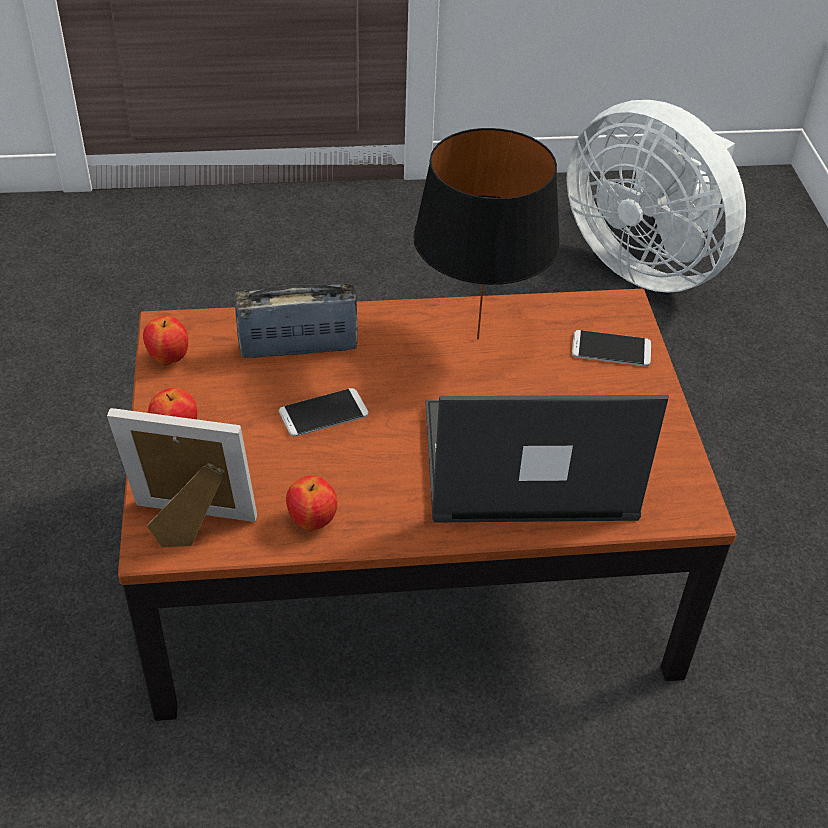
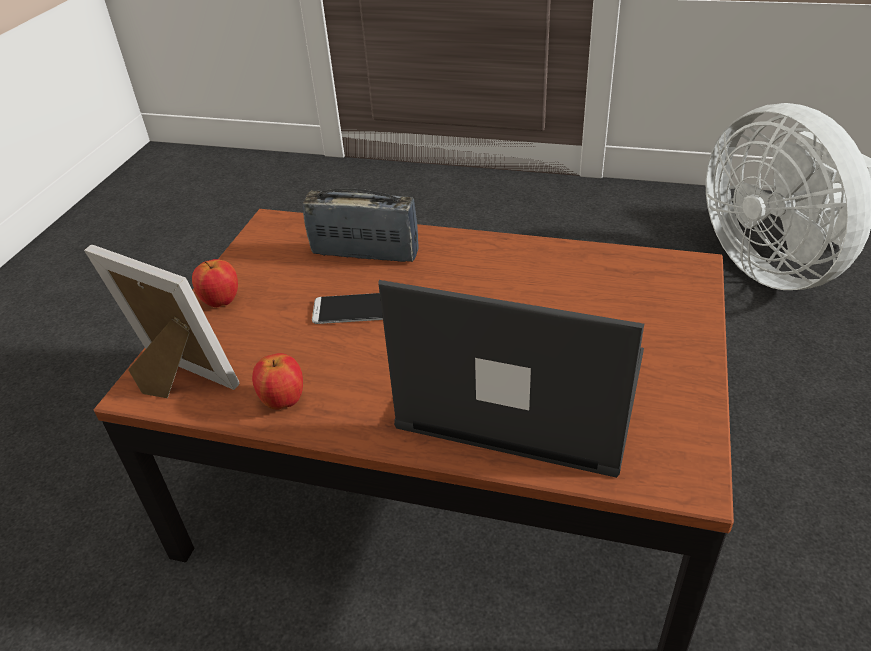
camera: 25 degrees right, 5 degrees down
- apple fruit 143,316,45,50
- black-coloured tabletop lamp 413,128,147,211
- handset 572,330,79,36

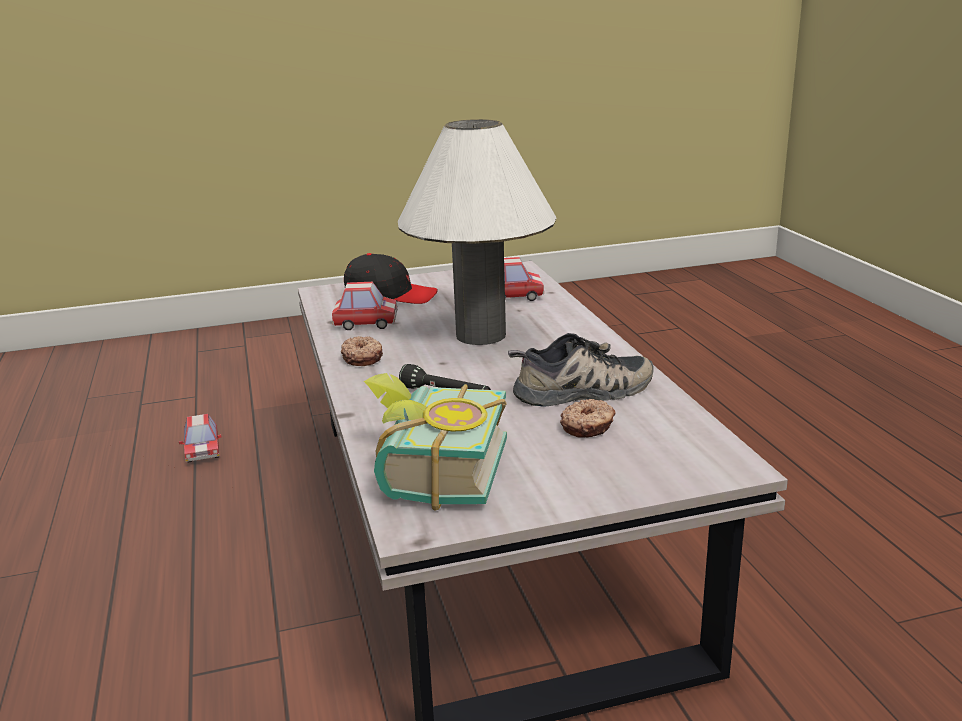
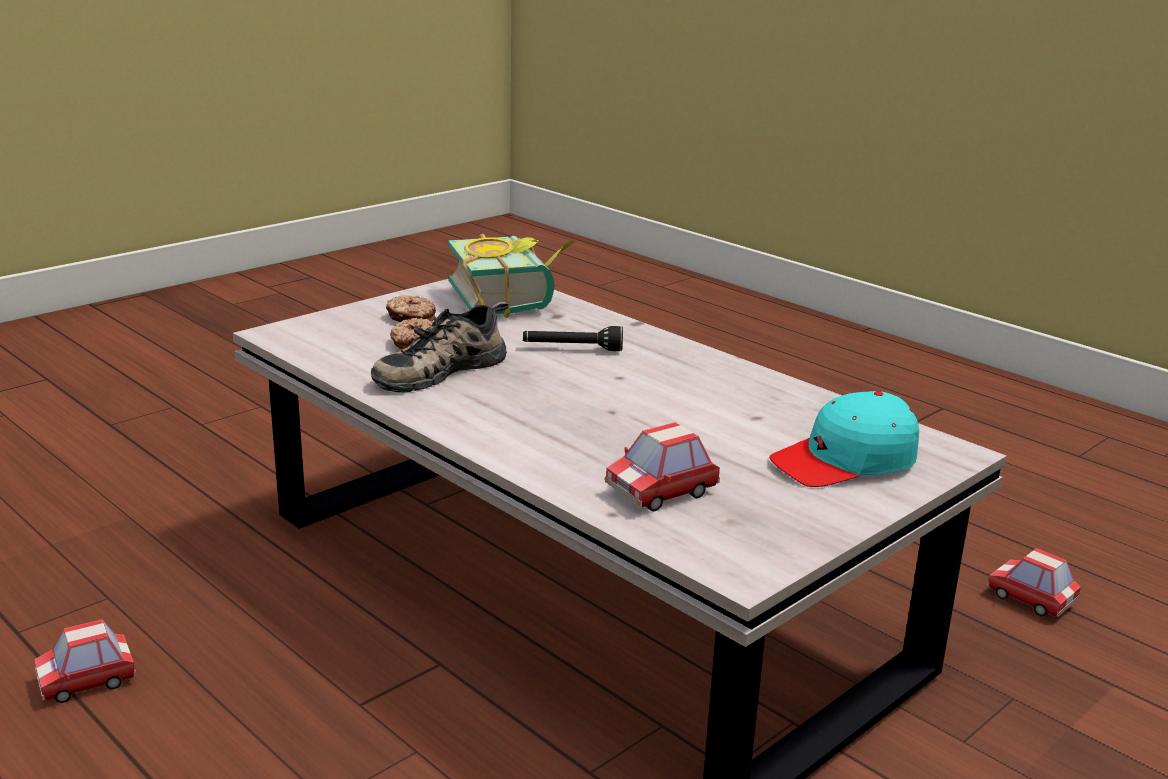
camera: 150 degrees right, 0 degrees up
~ model car 332,282,65,48 to 34,619,102,84
~ ring doughnut 341,336,42,30 to 386,295,50,27
~ black-coloured baseball cap 344,253,94,51 to turquoise-coloured baseball cap 769,391,150,96
- whitish tabletop lamp 398,119,159,226

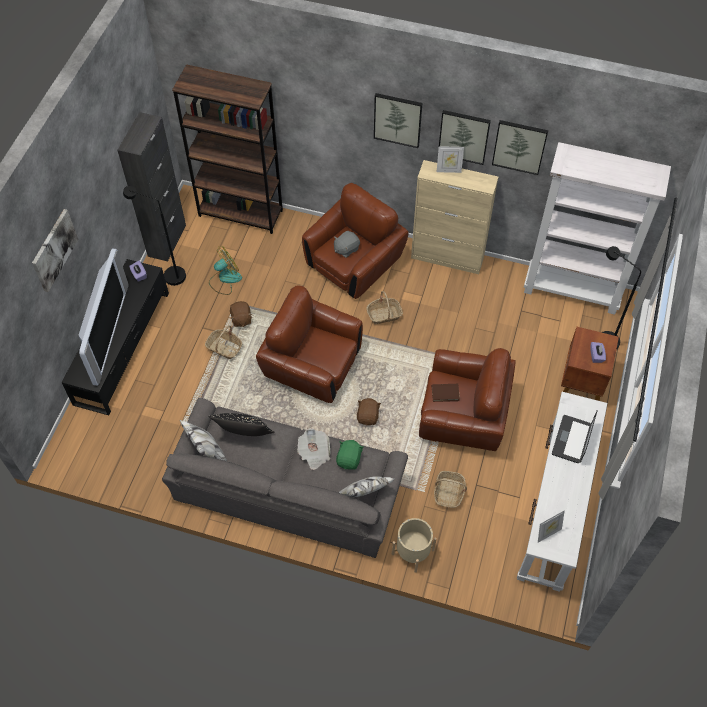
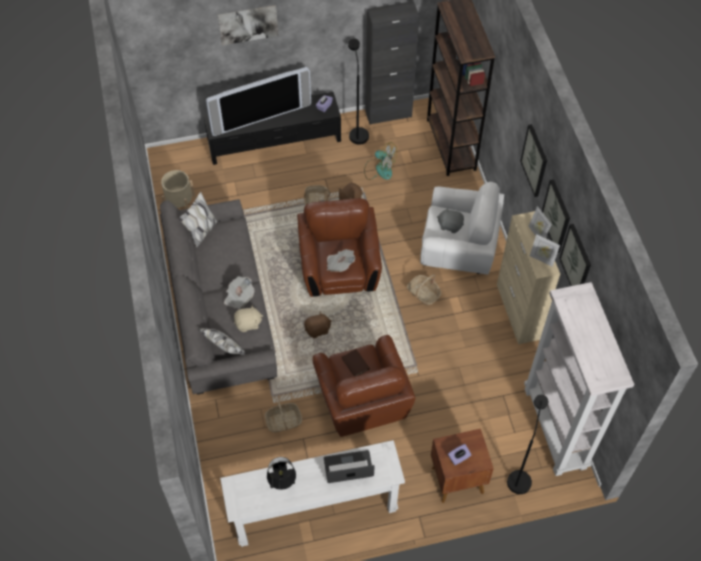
camera: 60 degrees right, 0 degrees up
~ sand-coloured plant pot 392,518,45,55 to 161,170,34,39
~ greenish cuddly toy 336,440,28,30 to sand-coloured cuddly toy 234,306,29,26
+ black-coloured tabletop lamp 267,457,29,33
+ daily paper 327,249,28,23
~ brown-coloured easy chair 302,183,107,116 to whitish easy chair 420,182,84,93
~ standing frame 538,510,27,33 to 530,234,30,33
- black-coloured pillow 208,413,67,23

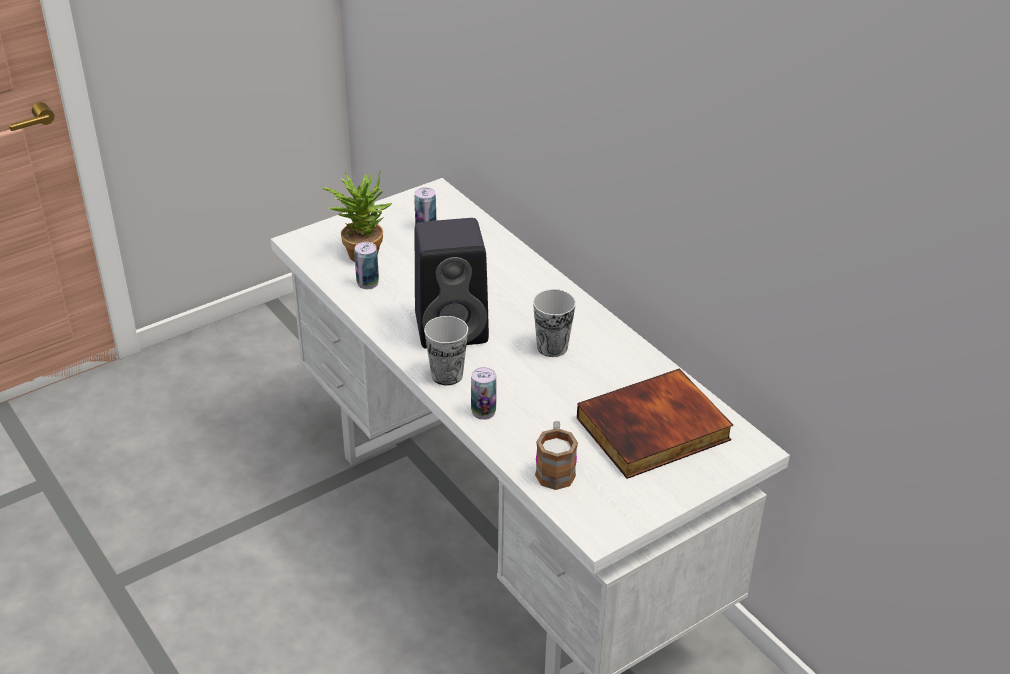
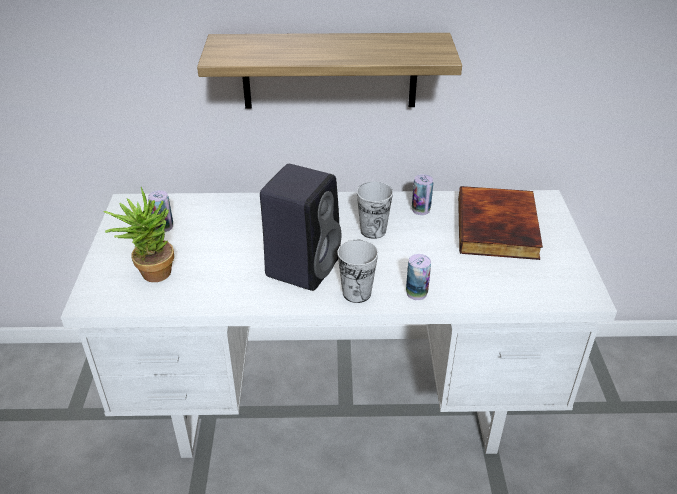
camera: 55 degrees left, 0 degrees up
+ shelf 197,33,265,75
~ sealed can 354,242,25,47 to 412,174,21,41
- coffee mug 535,421,43,69

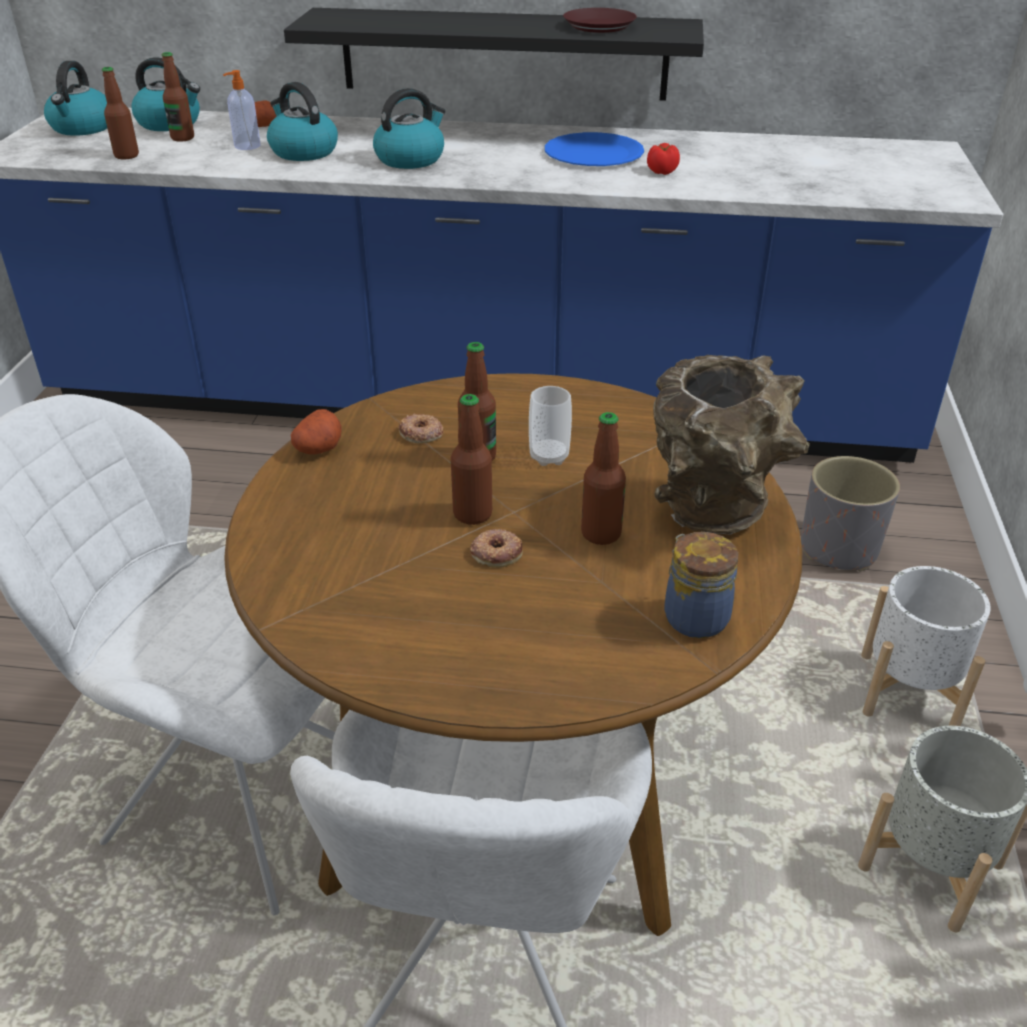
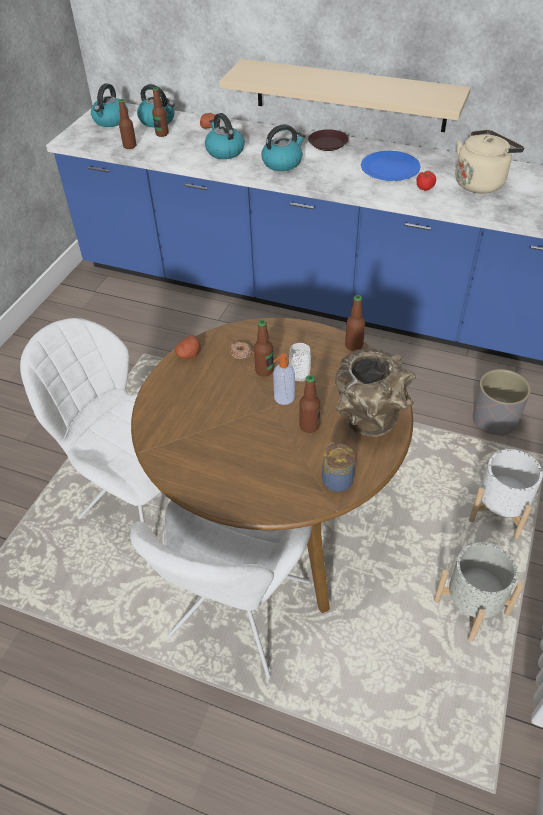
camera: 15 degrees right, 10 degrees up
~ black-coloured shelf 284,8,420,93 to sand-coloured shelf 219,59,252,73
~ liquid soap bottle 223,70,38,80 to 273,353,22,52
~ brown-coloured dinner plate 563,8,74,25 to 308,129,41,22
~ drink bottle 451,394,41,131 to 345,295,20,56
+ sand-coloured water kettle 455,129,70,64
- ring doughnut 470,528,53,40

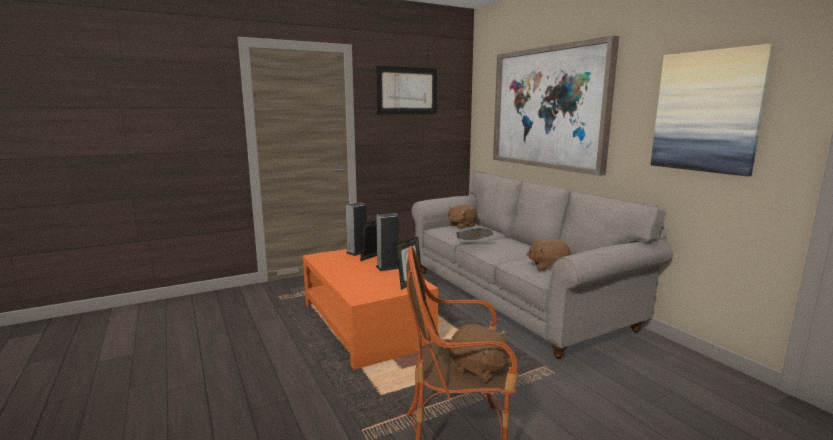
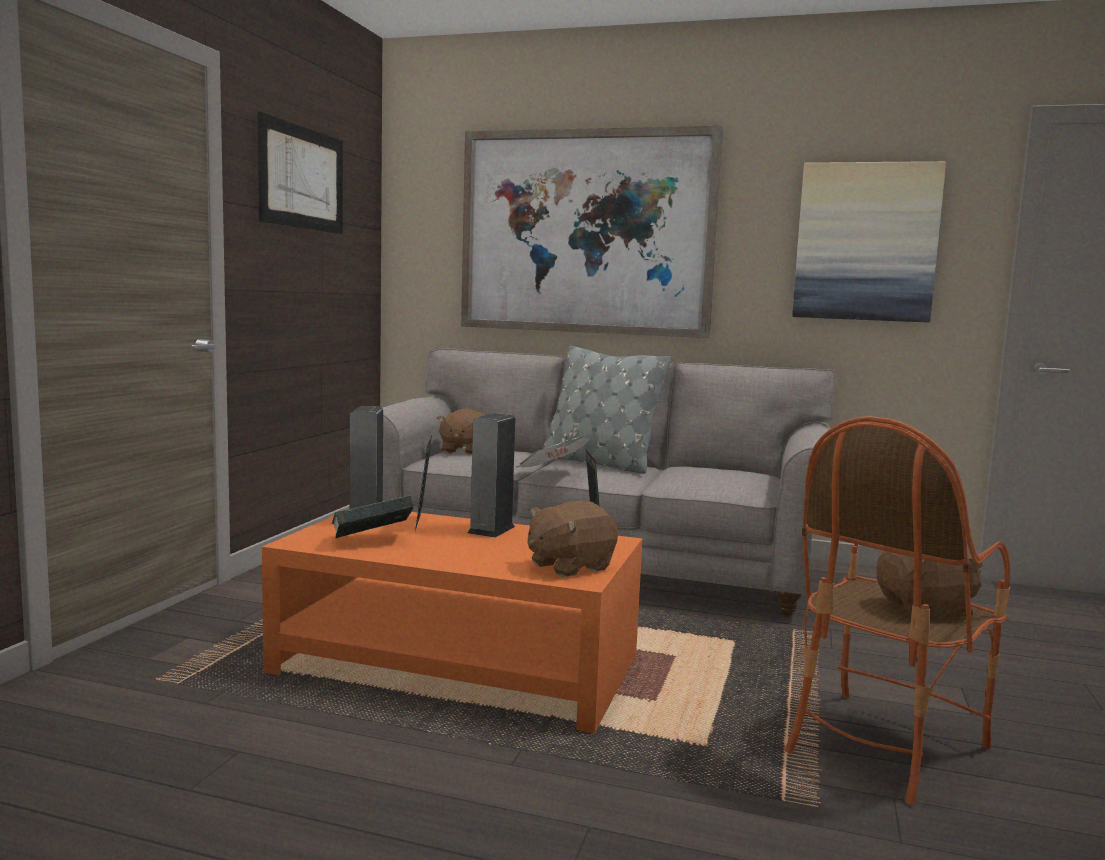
camera: 45 degrees left, 5 degrees down
+ bound book 331,496,82,43
~ brown-coloured cuddly toy 526,239,45,32 to 528,501,90,76
+ greyish pillow 542,346,129,128

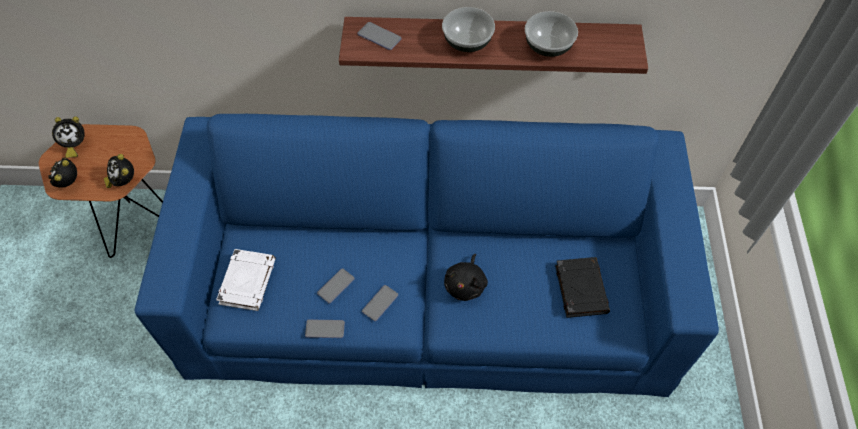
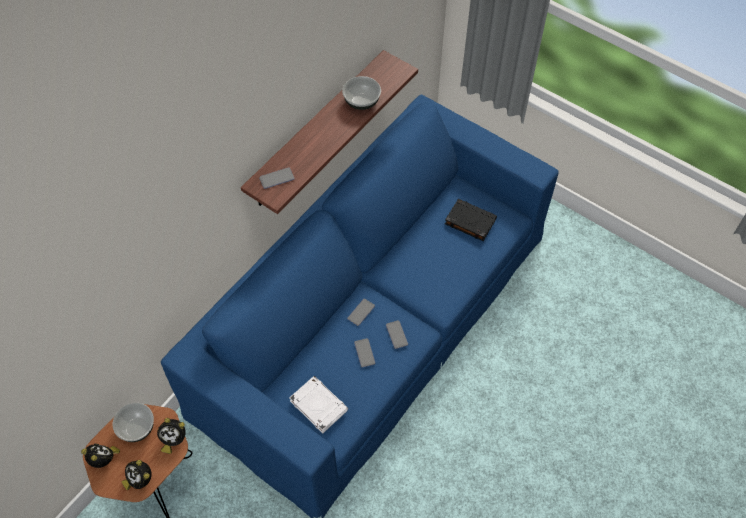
camera: 55 degrees left, 0 degrees up
~ alarm clock 52,116,33,42 = 81,443,39,25 75 degrees counterclockwise
~ serving bowl 442,7,53,45 to 113,403,41,39
~ handset 305,319,40,19 to 347,299,28,27
- black-coloured cuddly toy 444,254,44,47

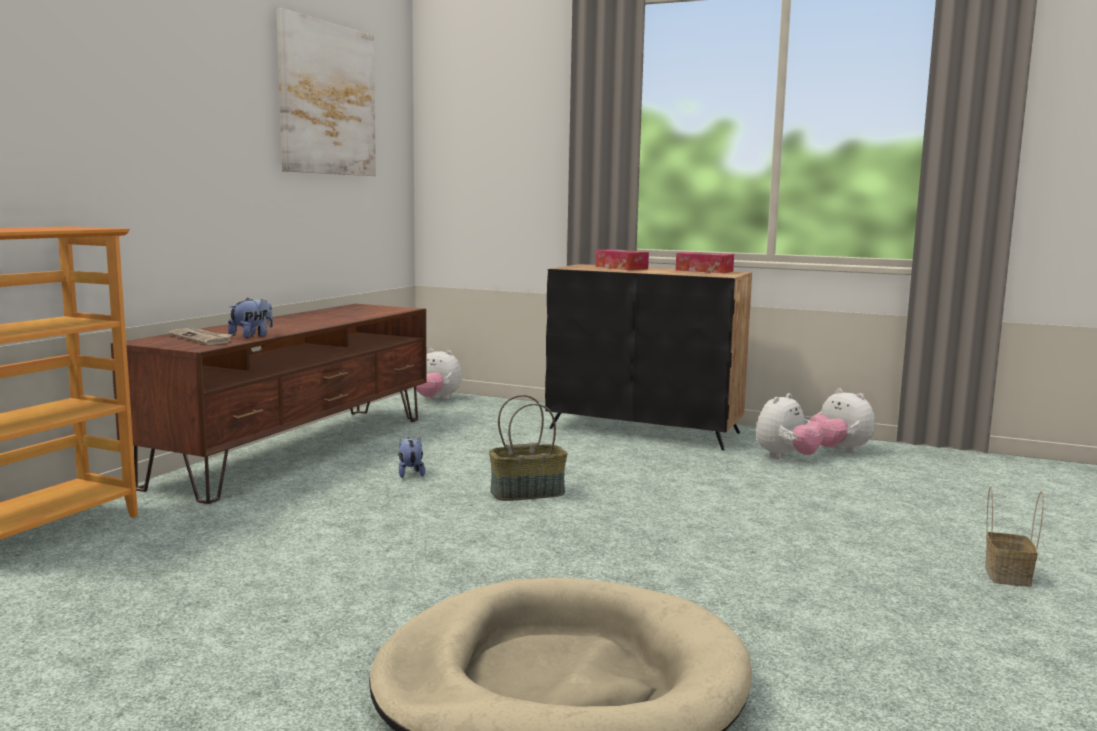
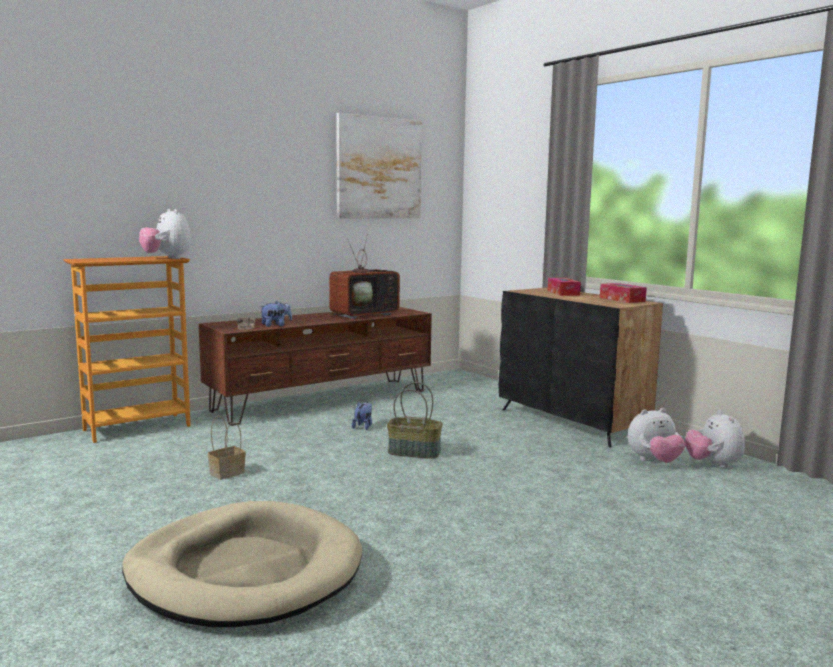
camera: 30 degrees right, 0 degrees up
~ cuddly toy 416,349,46,50 to 139,209,52,50
~ basket 985,486,59,101 to 208,416,38,64
+ TV set 329,232,71,87

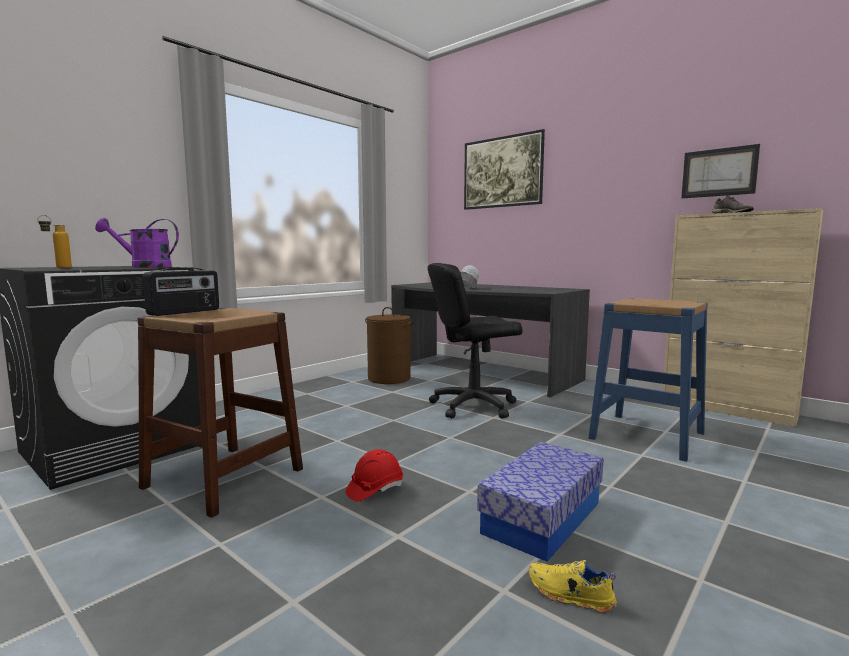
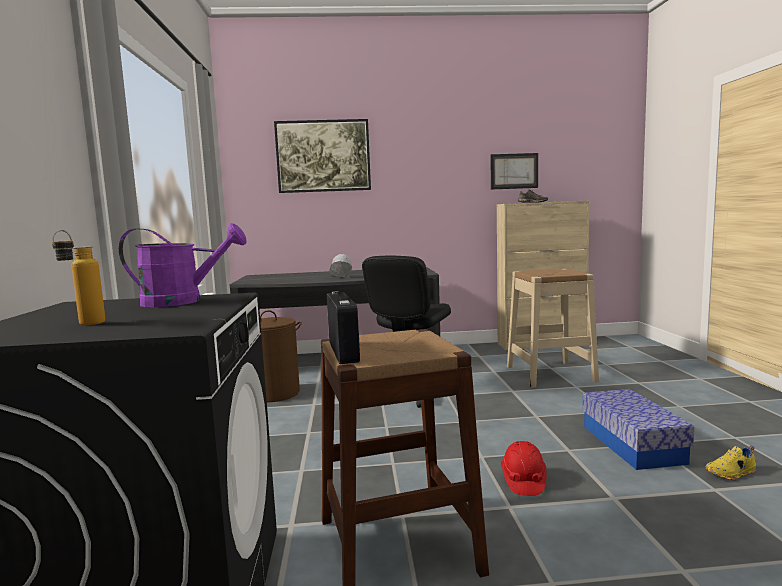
camera: 45 degrees left, 0 degrees up
~ purple-coloured watering pot 95,218,84,49 = 119,223,128,84 135 degrees counterclockwise
~ bluish sitting stool 588,298,120,164 to sand-coloured sitting stool 507,269,92,119

